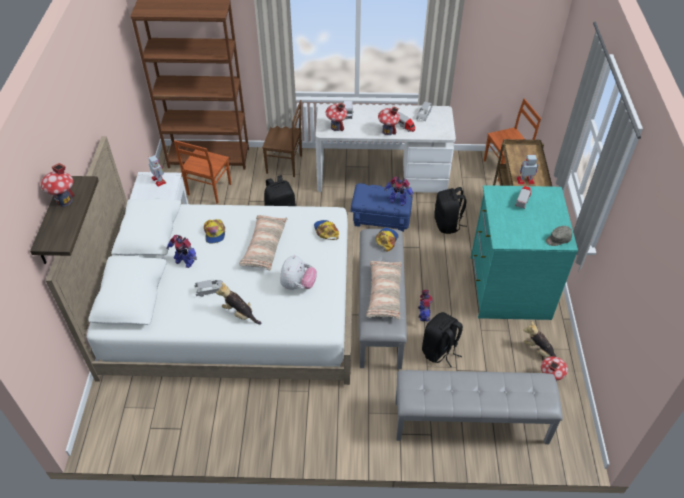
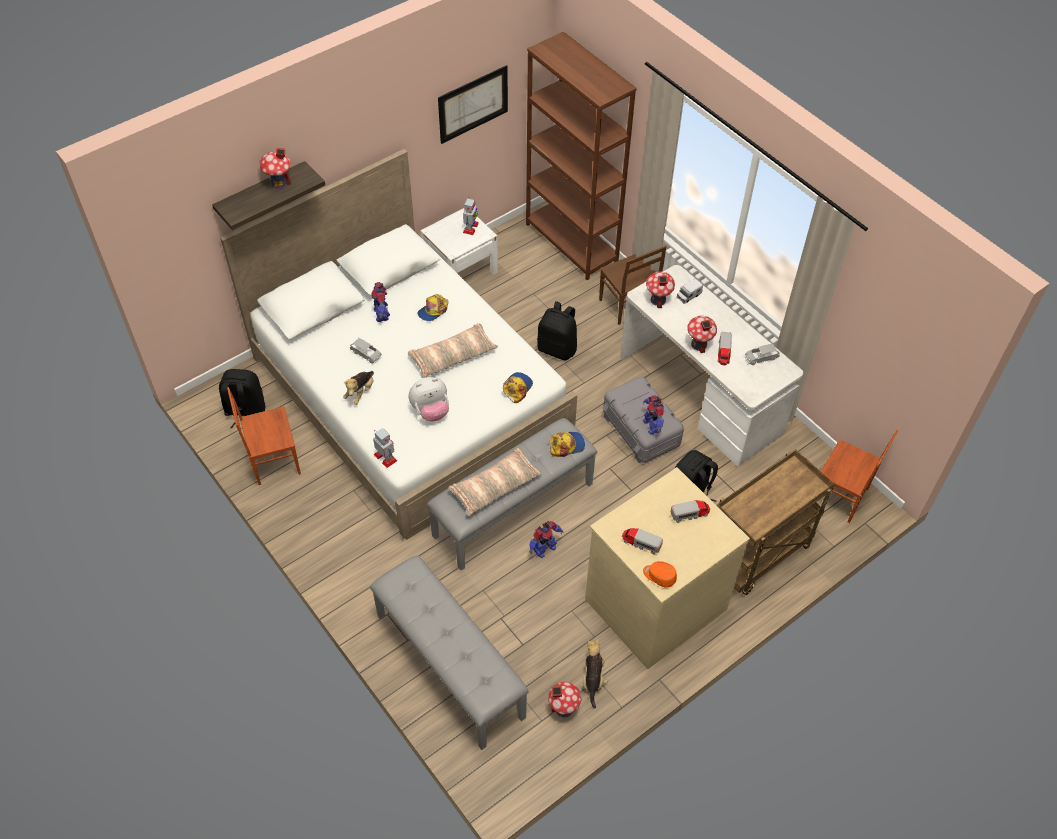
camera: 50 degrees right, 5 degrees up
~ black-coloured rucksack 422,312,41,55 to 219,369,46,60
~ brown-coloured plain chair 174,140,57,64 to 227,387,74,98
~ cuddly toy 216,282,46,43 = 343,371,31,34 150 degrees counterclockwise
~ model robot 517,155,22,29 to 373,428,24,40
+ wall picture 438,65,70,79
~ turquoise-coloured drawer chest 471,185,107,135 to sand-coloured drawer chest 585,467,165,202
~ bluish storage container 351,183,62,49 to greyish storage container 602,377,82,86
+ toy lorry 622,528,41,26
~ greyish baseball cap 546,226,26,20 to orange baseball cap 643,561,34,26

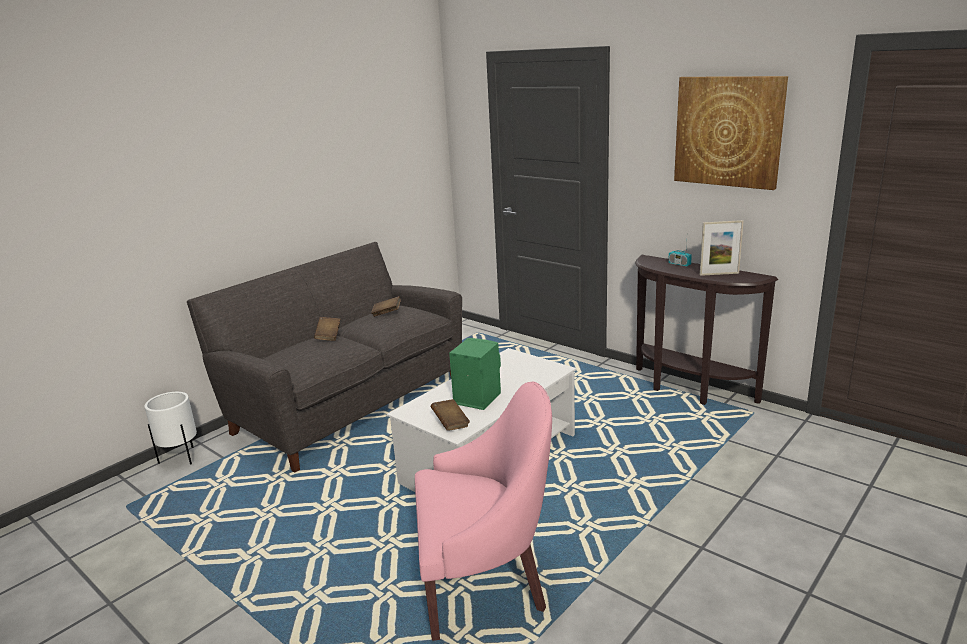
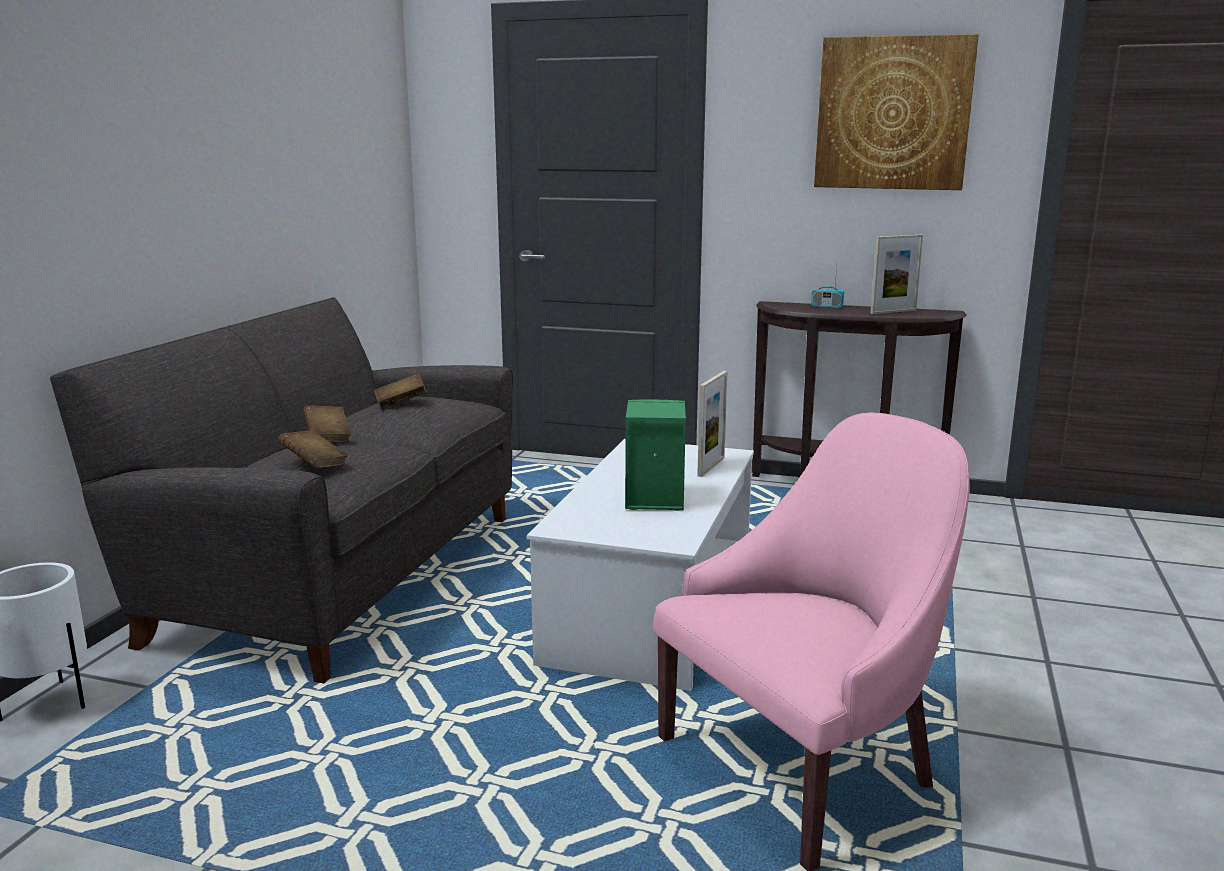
camera: 25 degrees left, 5 degrees down
~ brown-coloured bound book 431,399,39,32 to 278,430,70,38
+ standing frame 697,371,31,106

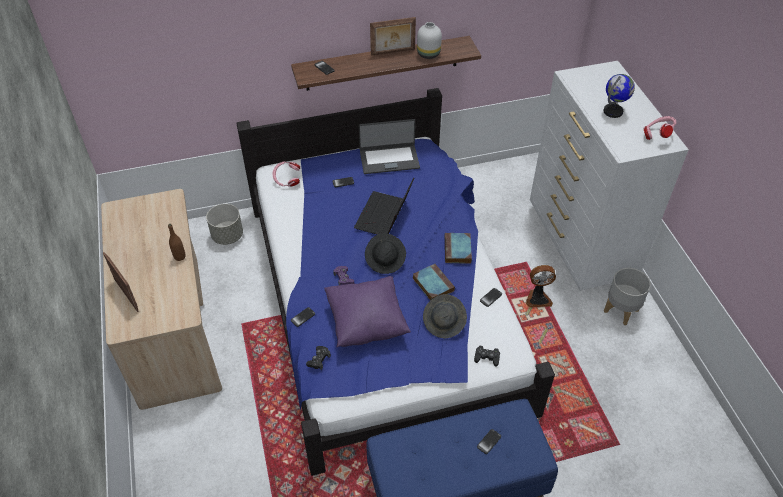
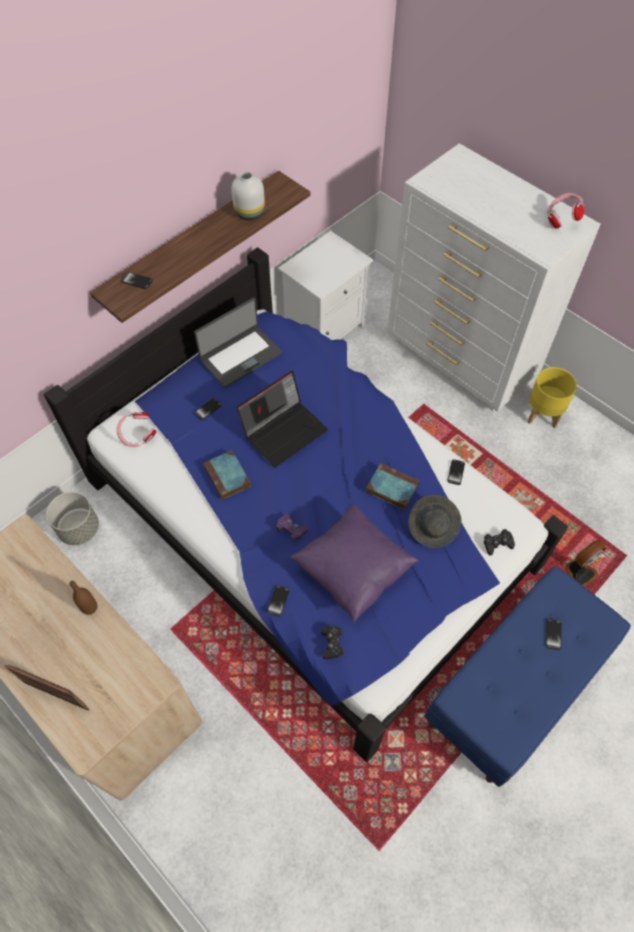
camera: 30 degrees left, 10 degrees up
~ bound book 445,233,27,31 to 203,450,48,50
~ notebook computer 354,178,60,57 = 237,371,91,97 120 degrees counterclockwise
+ whitish nightstand 278,231,95,109
~ greyish plant pot 604,268,47,57 to yellow-coloured plant pot 527,367,50,61
~ fan 526,265,30,42 to 564,540,43,47
- black-coloured hat 365,233,41,41
- standing frame 370,17,46,39
- desk globe 604,74,31,44

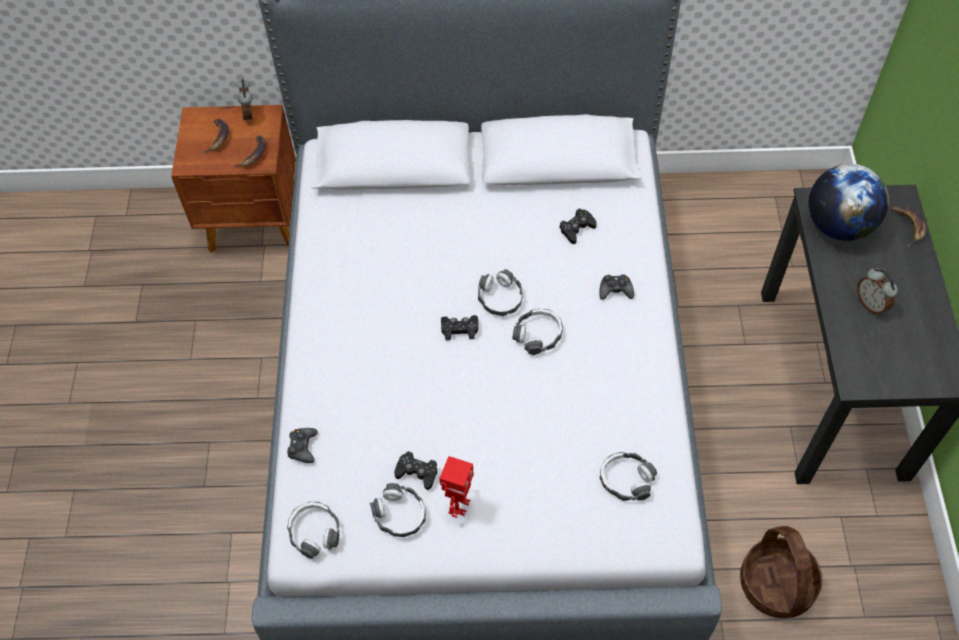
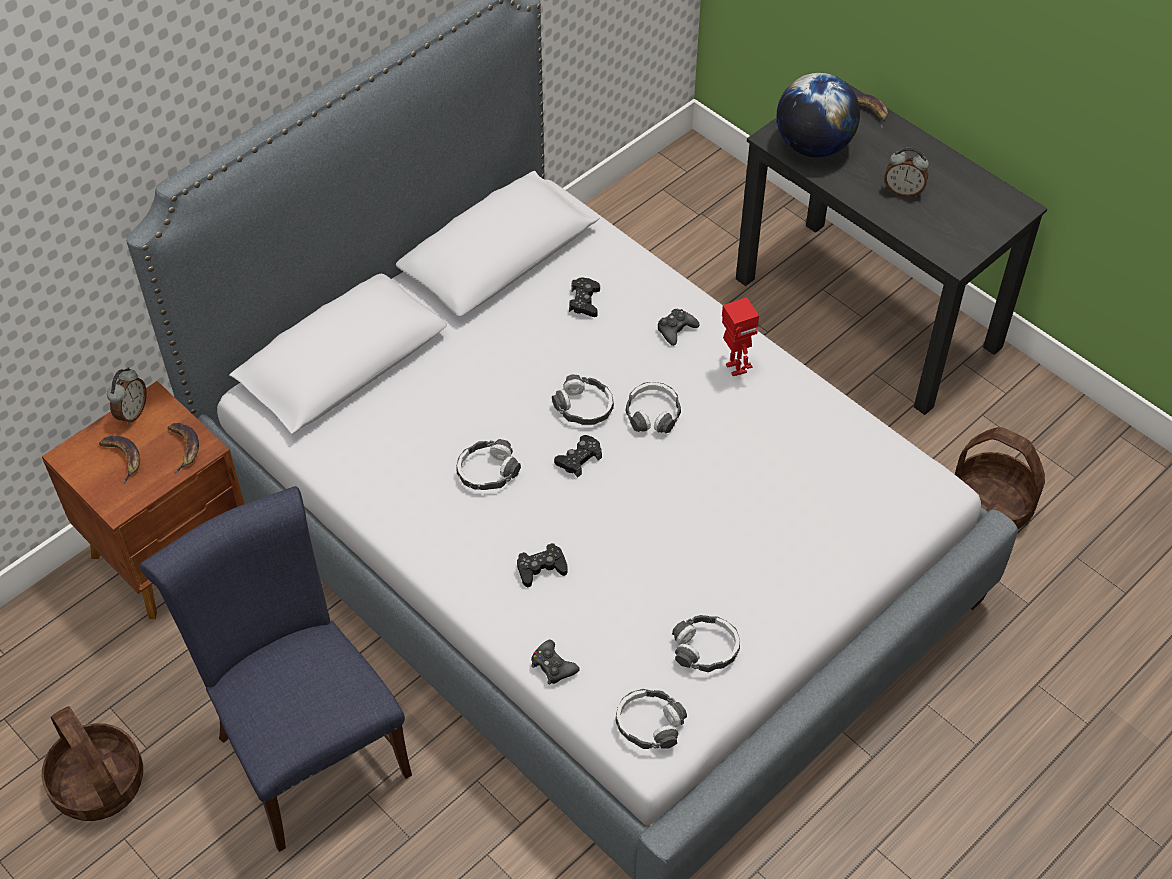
camera: 45 degrees left, 5 degrees down
+ basket 42,706,101,115
~ alarm clock 236,79,16,44 = 107,367,40,58 105 degrees counterclockwise
+ bluish plain chair 140,486,272,366
~ headphones 600,452,57,49 to 457,439,64,51
~ black-coloured gamepad 394,451,43,39 to 517,543,51,44
~ model robot 439,456,35,62 to 722,297,37,79

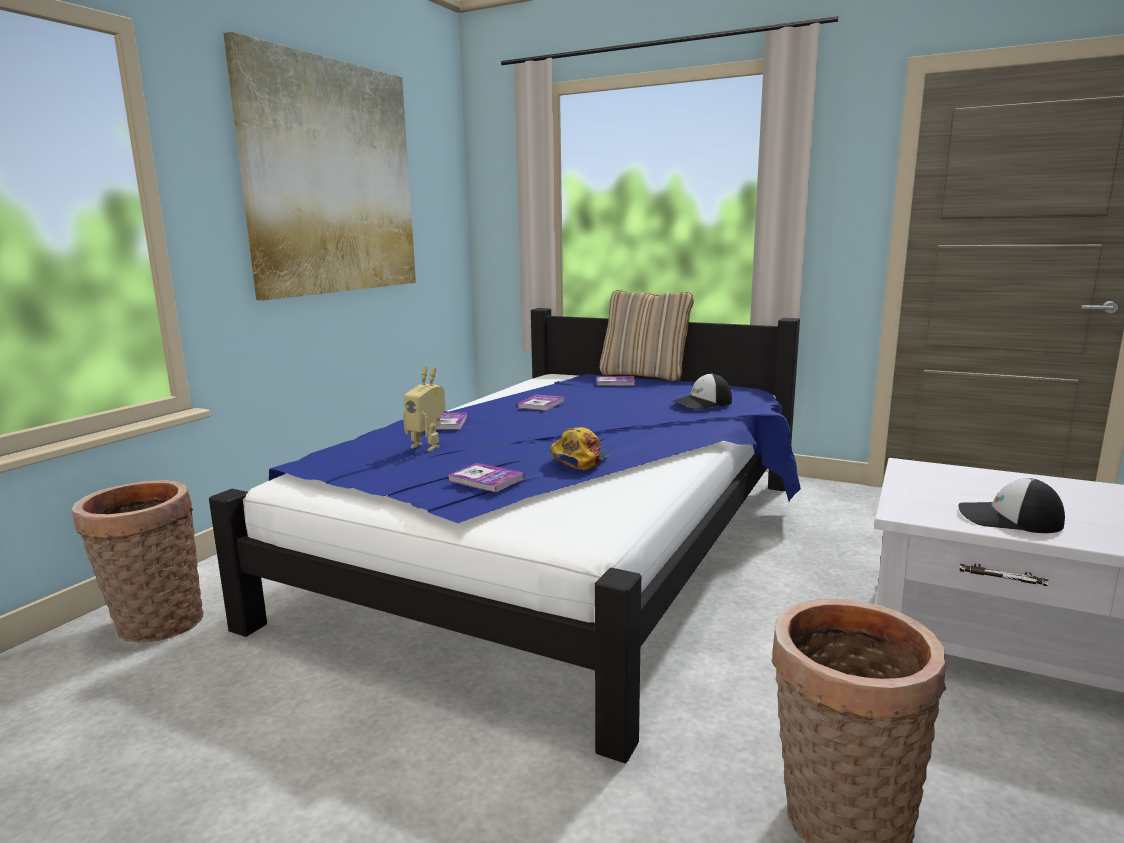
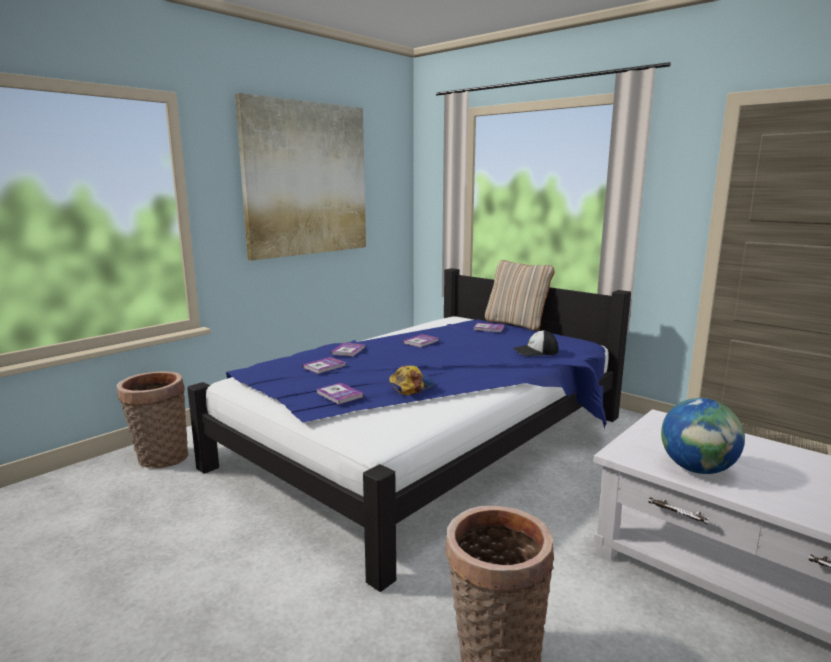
camera: 15 degrees right, 0 degrees up
~ model robot 403,366,43,85 to bound book 302,357,44,17
~ baseball cap 958,478,107,55 to desk globe 661,398,84,76

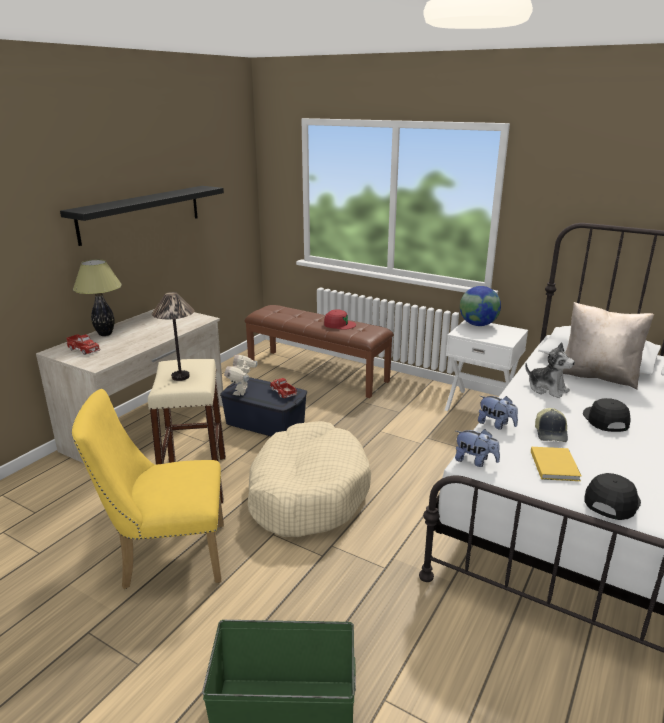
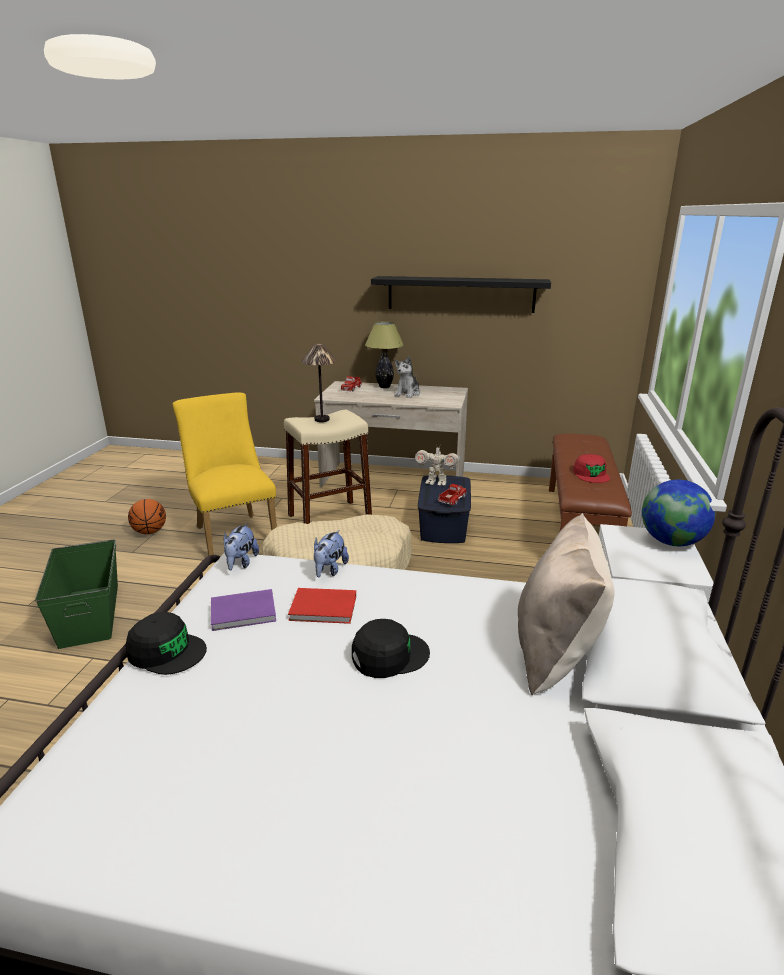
camera: 70 degrees right, 0 degrees up
+ ball for basketball 128,499,38,35
~ yellow-coloured bound book 531,447,51,34 to purple-coloured bound book 211,589,65,42
~ baseball cap 535,408,33,34 to red-coloured bound book 288,588,68,36
~ cuddly toy 525,342,50,56 to 394,356,26,42
~ model robot 224,355,33,41 = 415,447,45,38 150 degrees counterclockwise

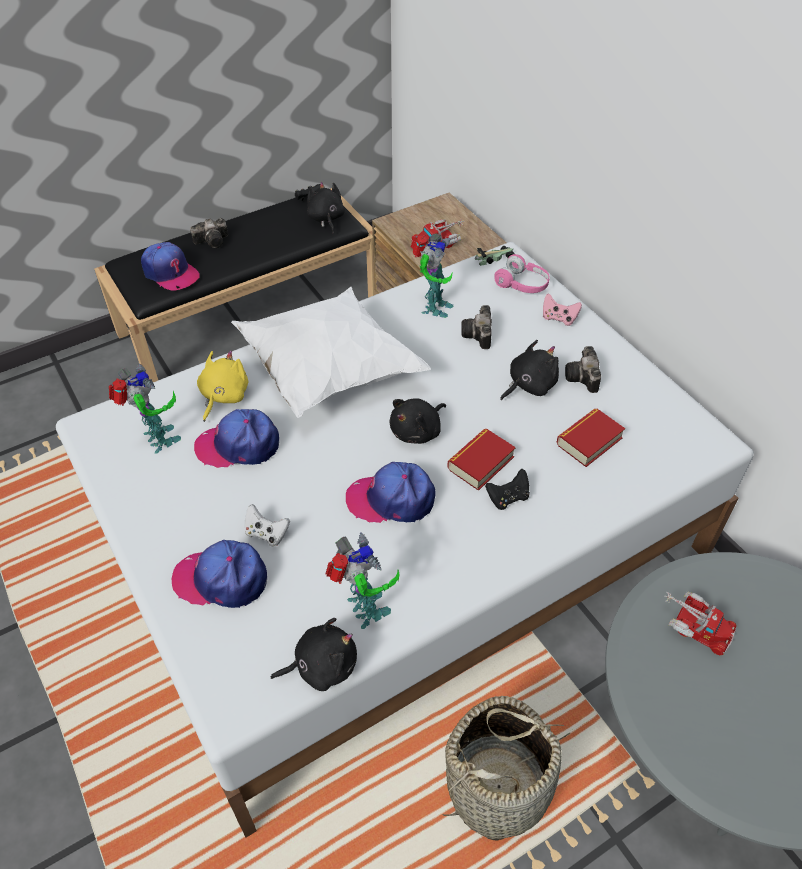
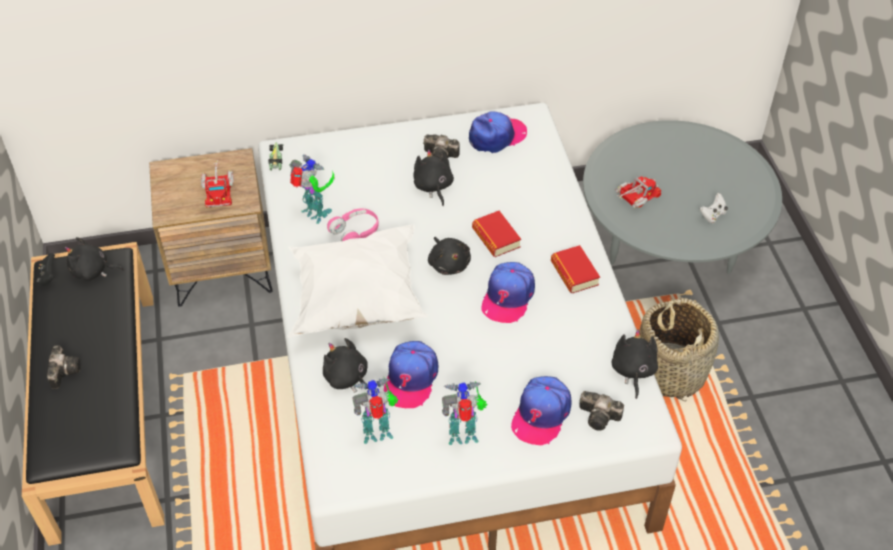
camera: 70 degrees left, 0 degrees up
~ yellow-coloured cuddly toy 197,350,52,72 to black-coloured cuddly toy 323,338,46,54
~ pink-coloured headphones 494,254,56,39 to 327,208,52,33
~ model robot 326,532,74,97 to 442,382,45,63
~ baseball cap 141,242,59,49 to 469,111,58,42
~ bound book 556,409,69,58 to 551,245,49,48
~ still camera 461,305,31,44 to 579,391,45,40
~ whitish gamepad 245,504,45,43 to 700,193,28,30
- black-coloured gamepad 485,469,45,41
- pink-coloured gamepad 543,293,39,33

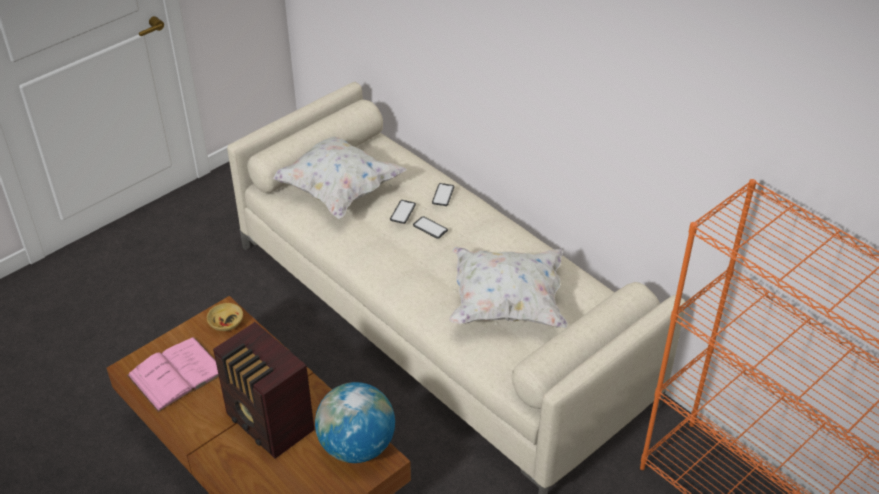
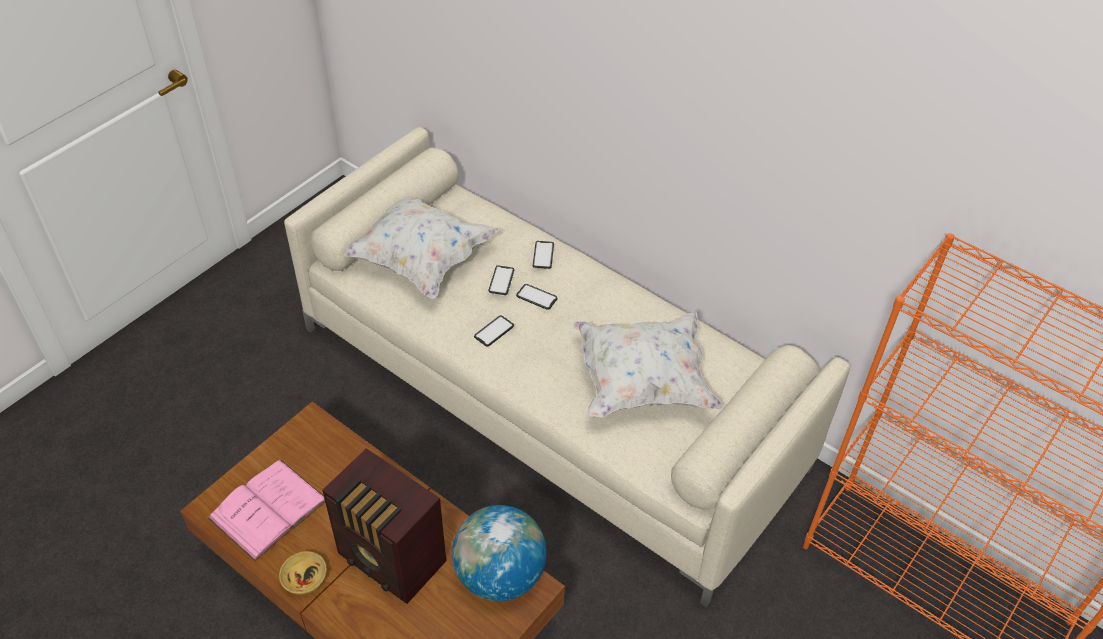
camera: 10 degrees left, 5 degrees up
~ sand-coloured serving bowl 207,303,36,28 to 279,551,48,44
+ handset 474,315,40,31

